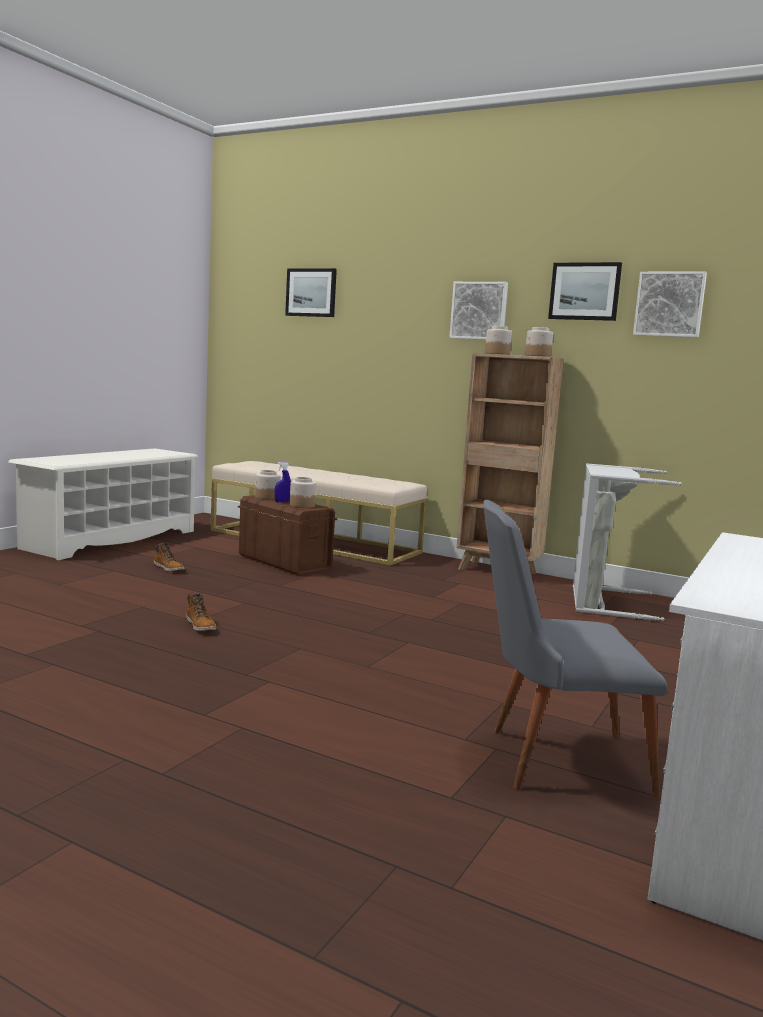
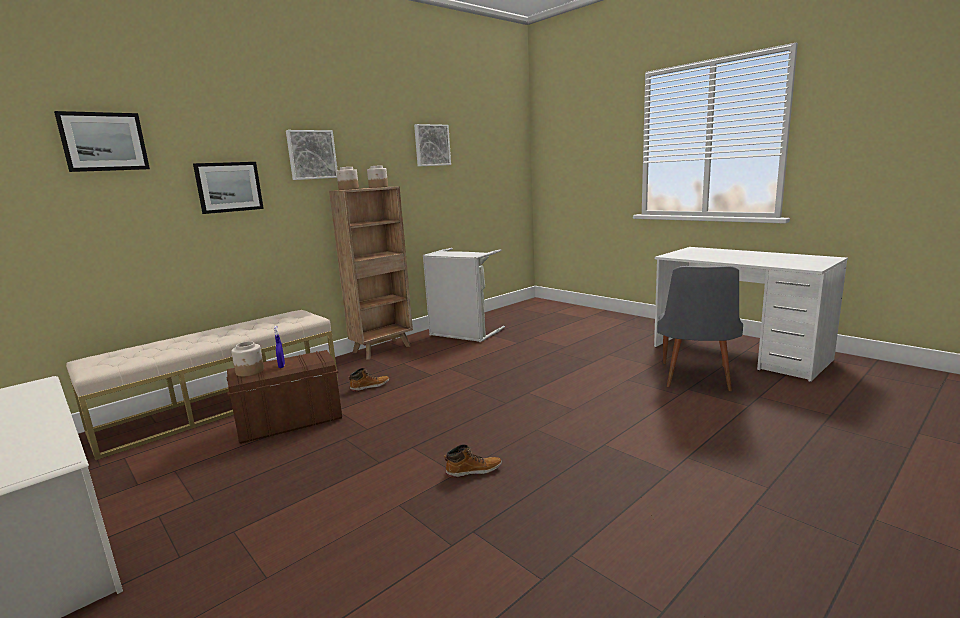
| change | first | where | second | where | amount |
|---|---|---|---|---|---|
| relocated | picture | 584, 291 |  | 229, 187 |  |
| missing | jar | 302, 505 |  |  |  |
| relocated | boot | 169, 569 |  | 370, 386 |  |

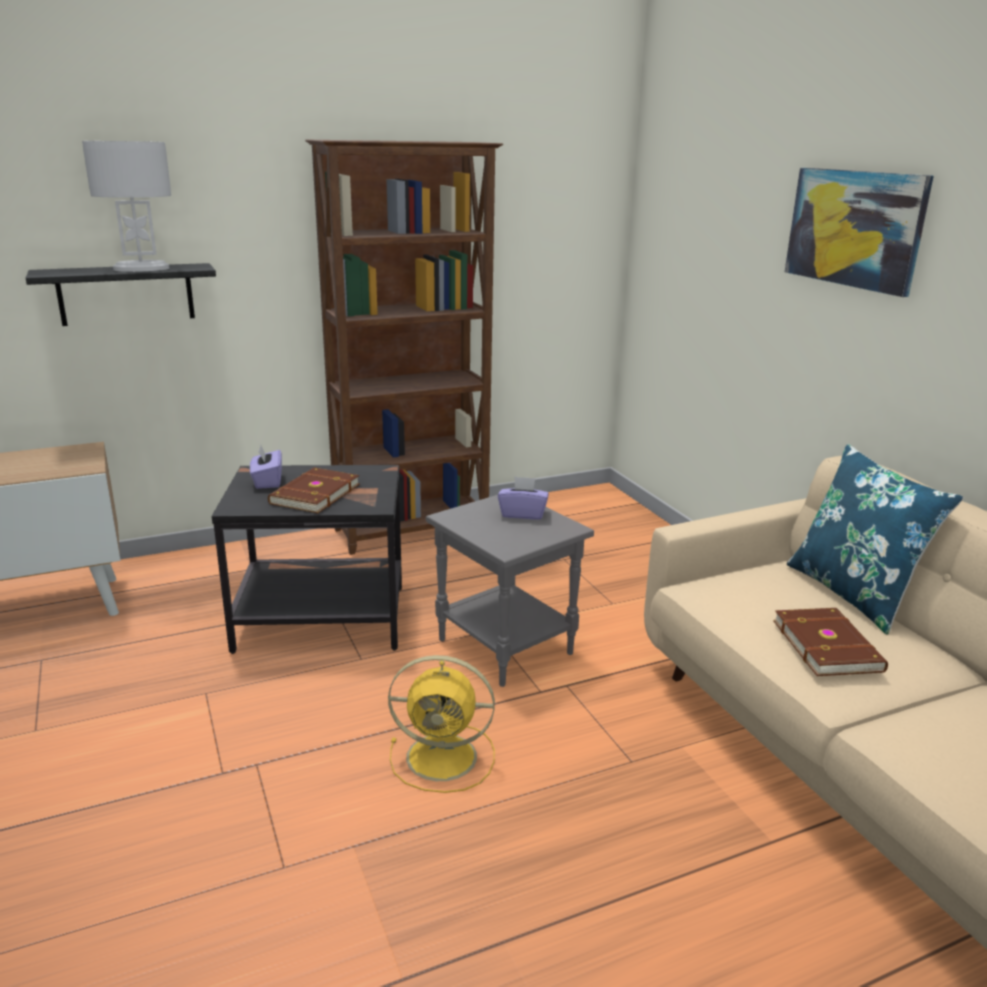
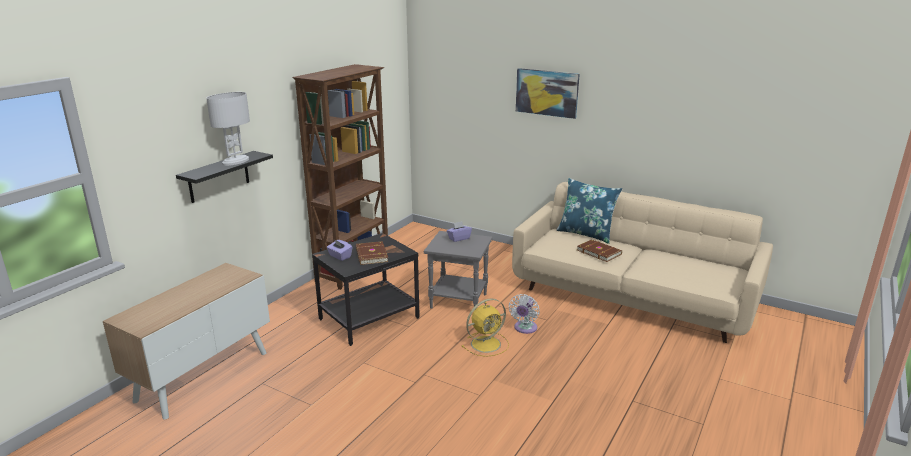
| change | first | where | second | where | amount |
|---|---|---|---|---|---|
| appeared |  |  | white_fan | 524, 328 |  |

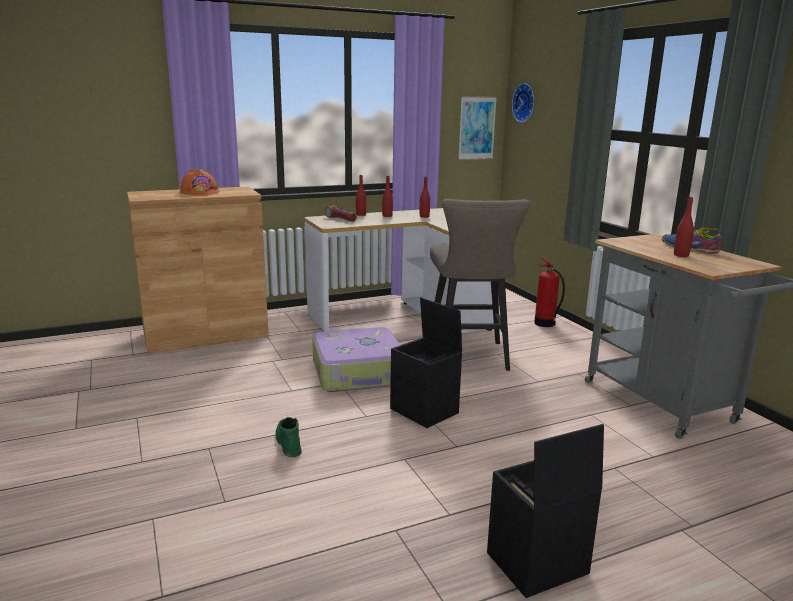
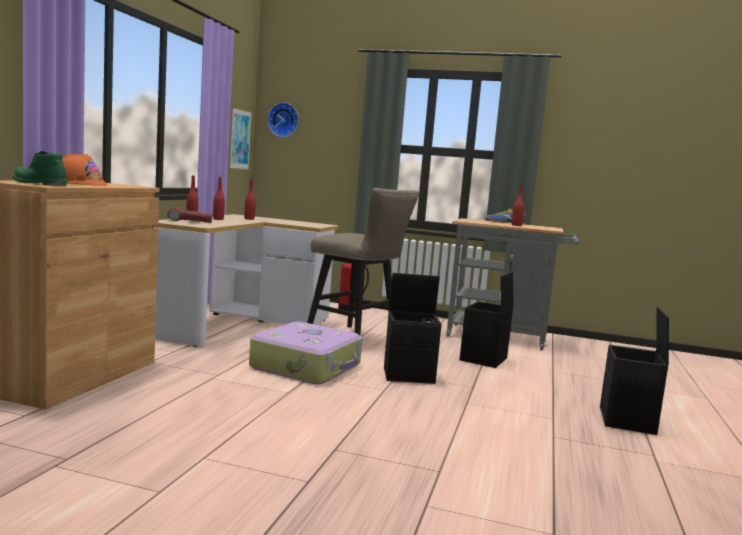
| change | first | where | second | where | amount |
|---|---|---|---|---|---|
| relocated | green_boot | 287, 442 |  | 38, 183 |  |
| appeared |  |  | black_storage_box | 484, 359 |  |

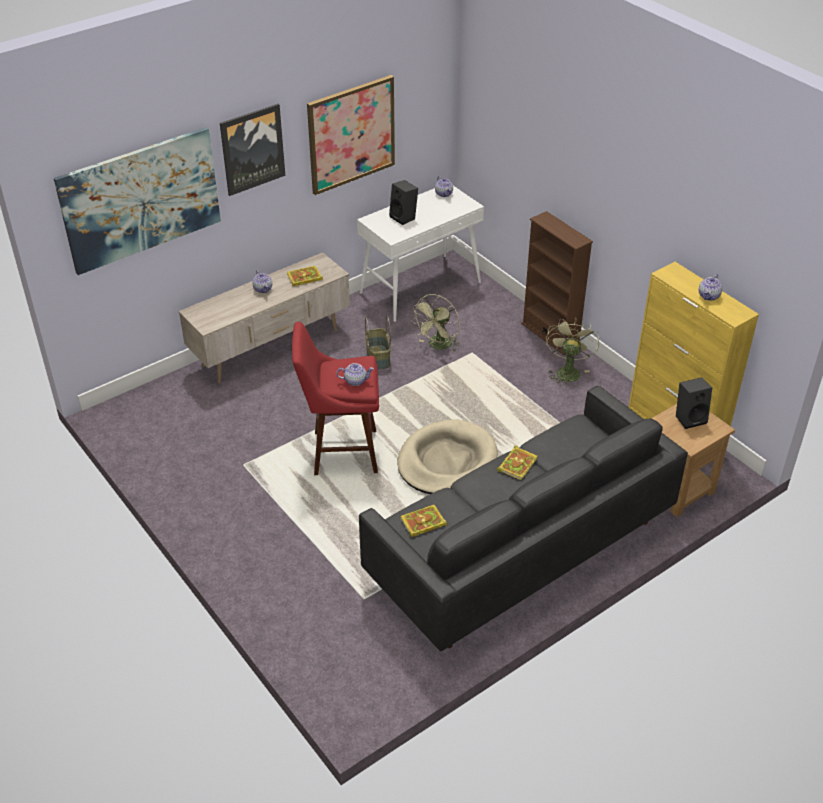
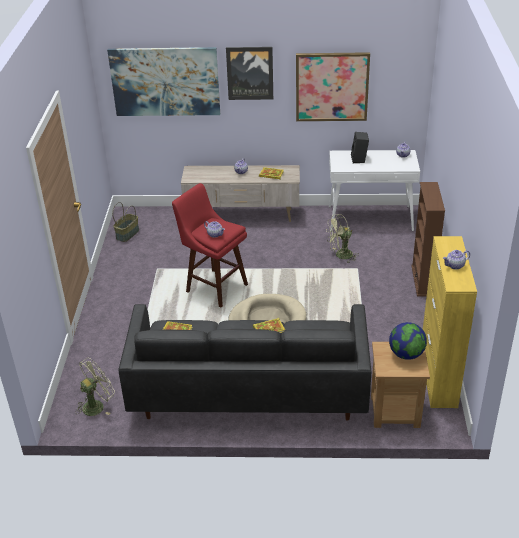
| change | first | where | second | where | amount |
|---|---|---|---|---|---|
| relocated | basket | 377, 357 |  | 127, 234 |  |
| relocated | green_fan | 567, 371 |  | 97, 405 |  |
| exchanged | black_speaker | 690, 418 | globe | 406, 354 |  |

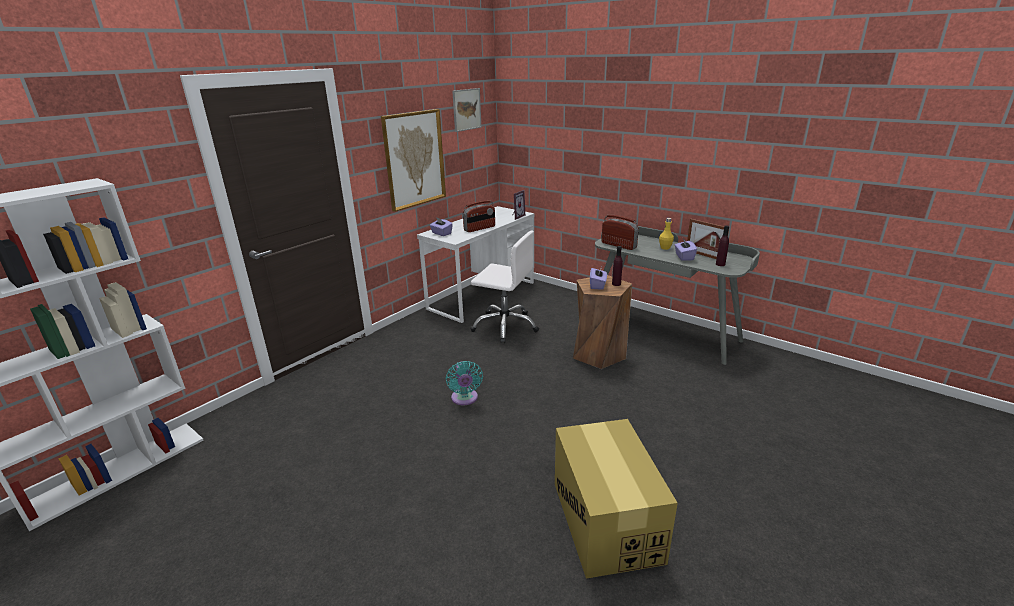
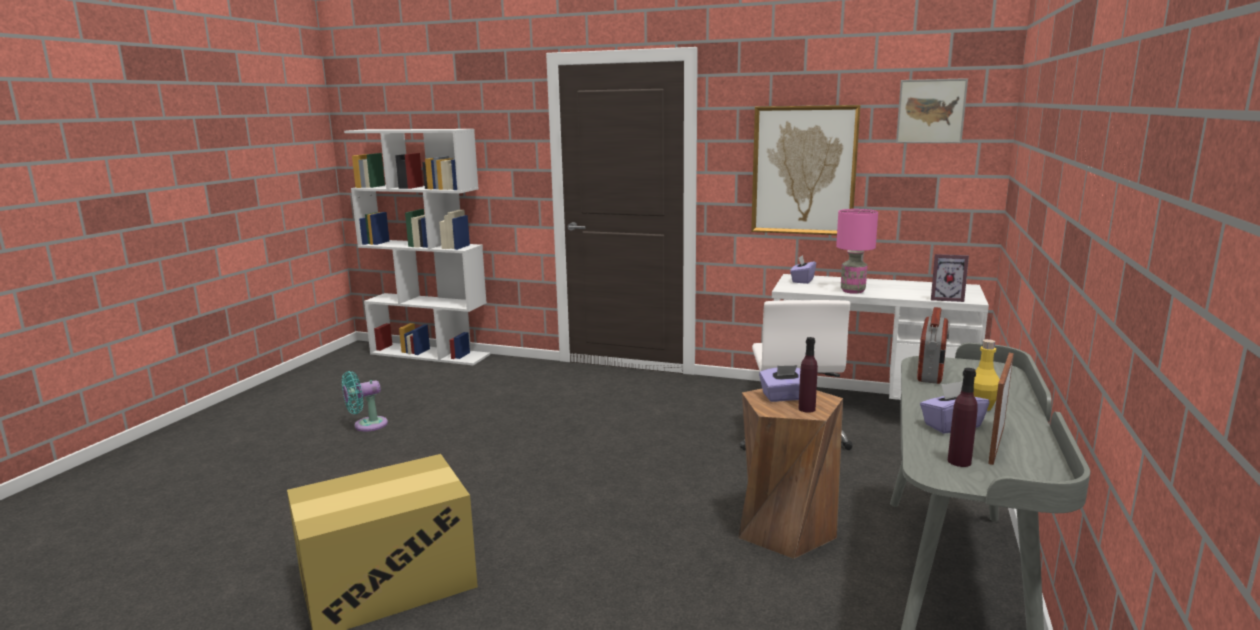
| change | first | where | second | where | amount |
|---|---|---|---|---|---|
| exchanged | radio | 480, 228 | pink_table_lamp | 853, 291 |  |
| relocated | turquoise_fan | 465, 399 |  | 367, 425 |  |

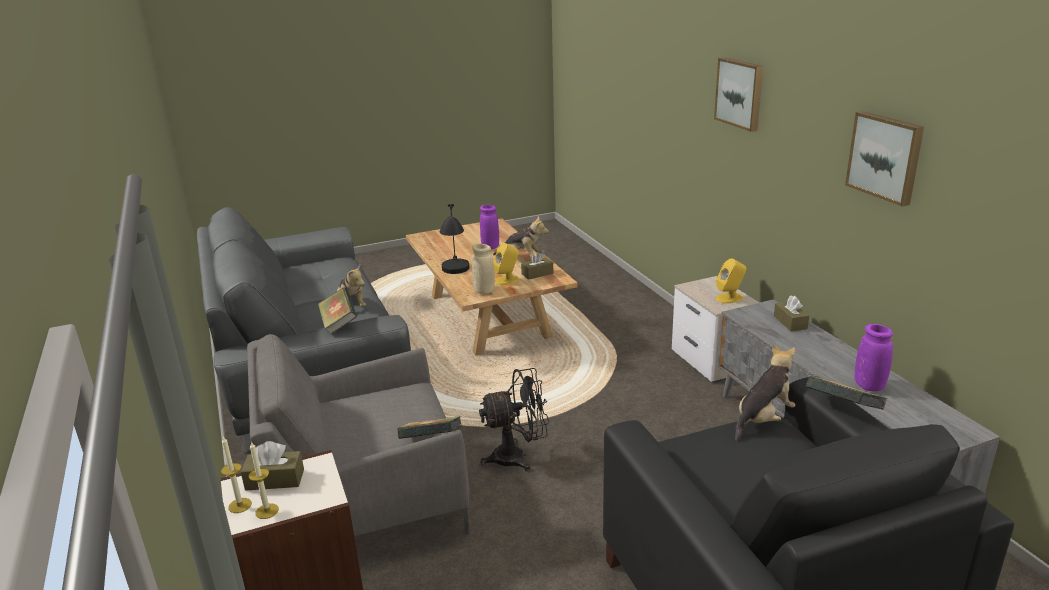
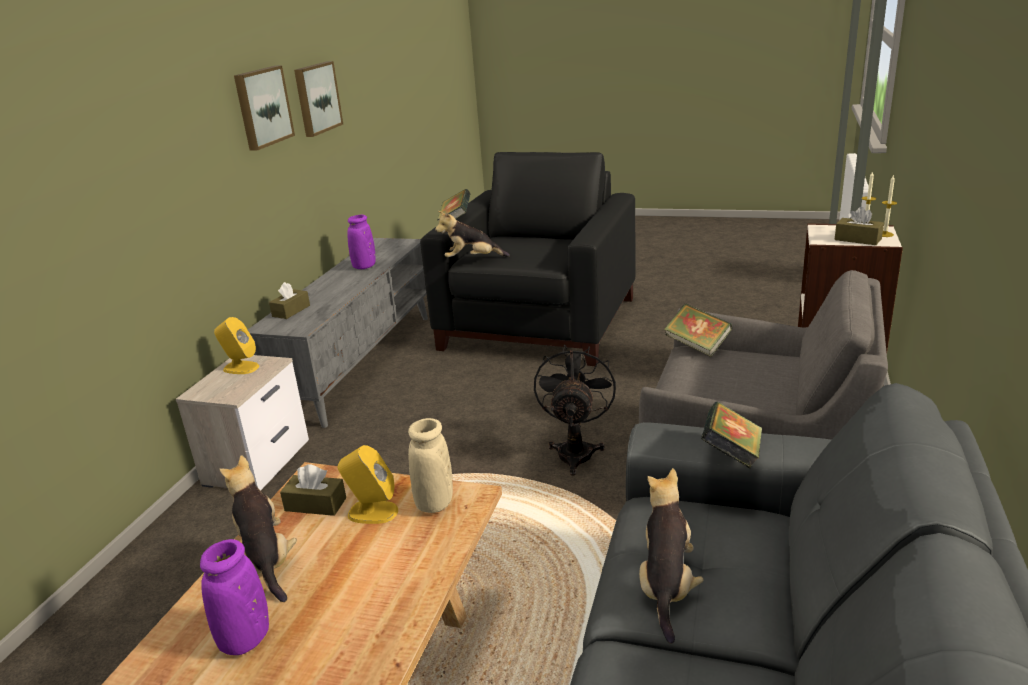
| change | first | where | second | where | amount |
|---|---|---|---|---|---|
| relocated | picture | 740, 93 |  | 316, 98 |  |
| missing | black_table_lamp | 456, 278 |  |  |  |
| spun | black_fan | 517, 457 |  | 576, 450 | 75 degrees clockwise |

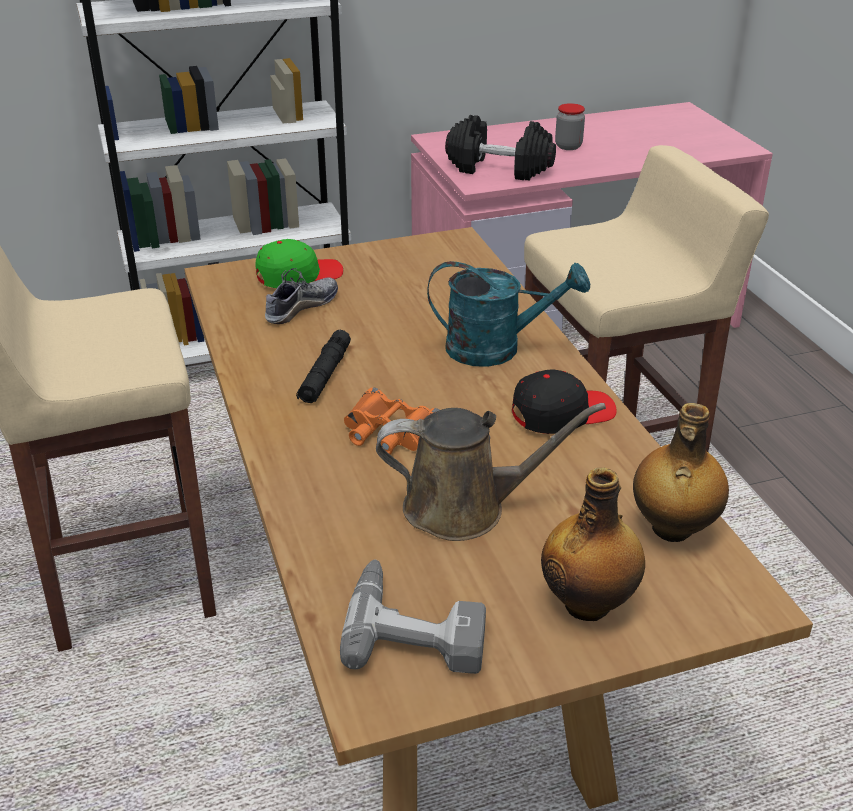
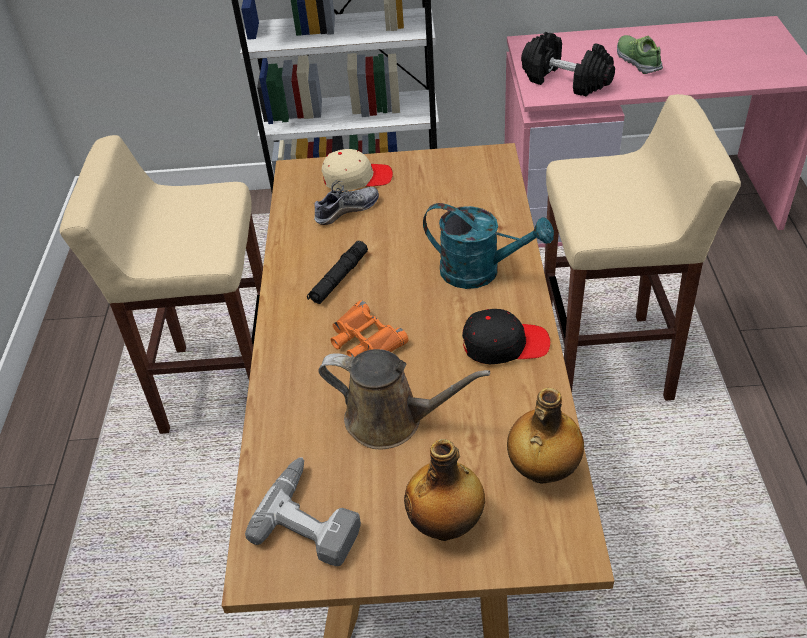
| change | first | where | second | where | amount |
|---|---|---|---|---|---|
| exchanged | jar | 568, 146 | shoe | 638, 60 |  |
| colour | green_cap | 298, 275 | beige_cap | 357, 178 |  |

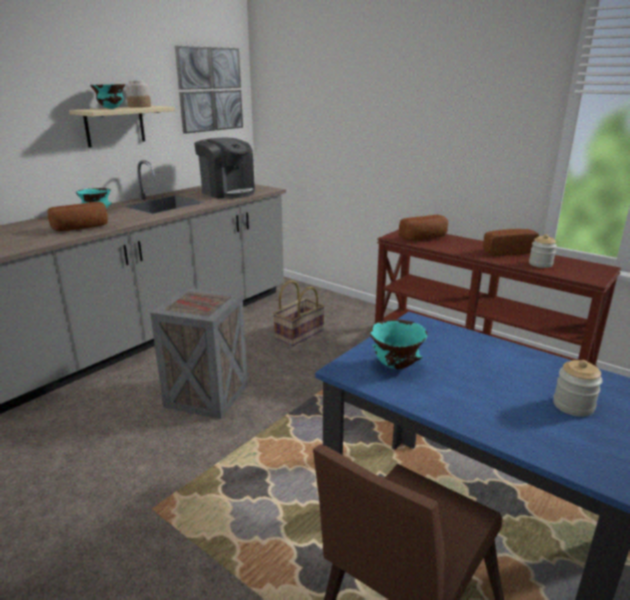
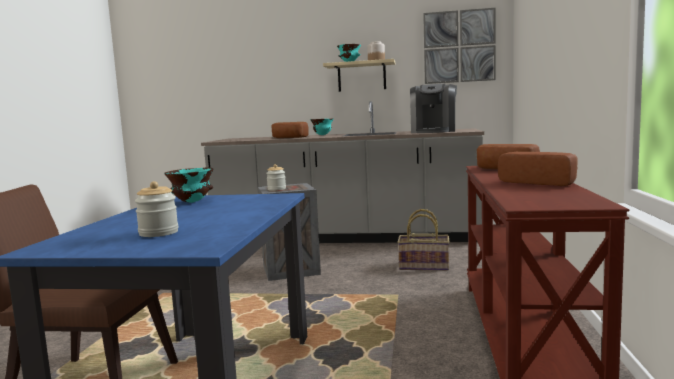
| change | first | where | second | where | amount |
|---|---|---|---|---|---|
| relocated | jar | 540, 264 |  | 276, 189 |  |

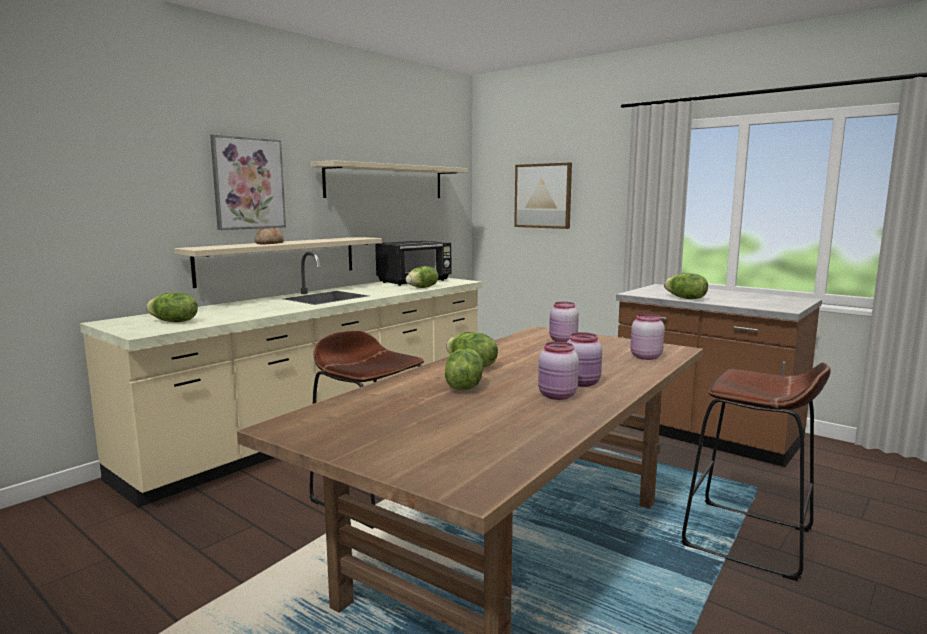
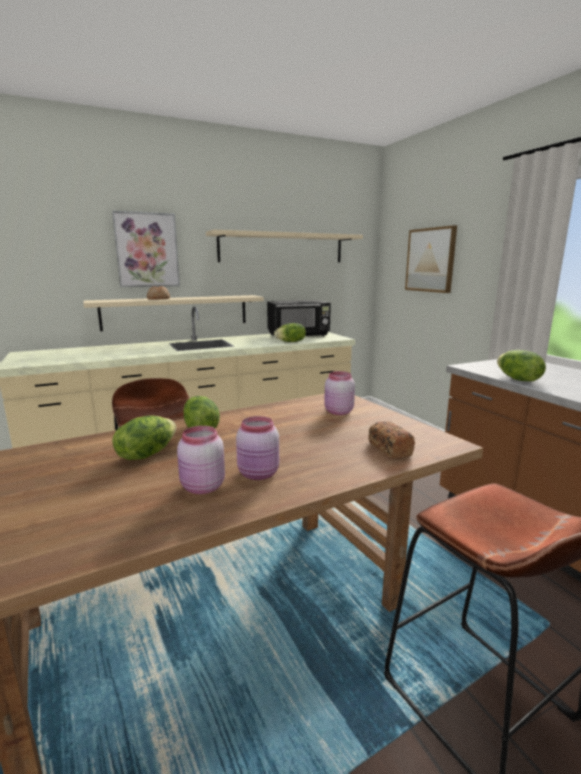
| change | first | where | second | where | amount |
|---|---|---|---|---|---|
| missing | lettuce | 173, 322 |  |  |  |
| exchanged | pink_jar | 645, 357 | bread | 389, 449 |  |

